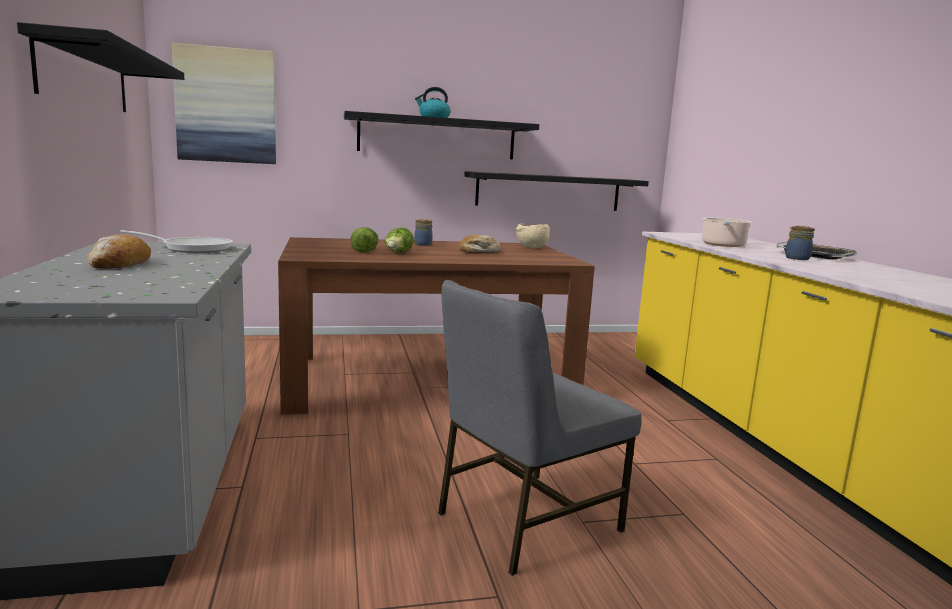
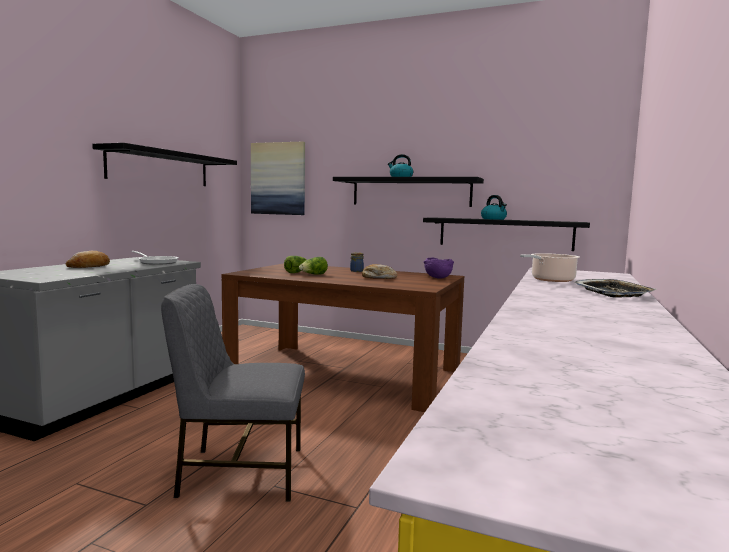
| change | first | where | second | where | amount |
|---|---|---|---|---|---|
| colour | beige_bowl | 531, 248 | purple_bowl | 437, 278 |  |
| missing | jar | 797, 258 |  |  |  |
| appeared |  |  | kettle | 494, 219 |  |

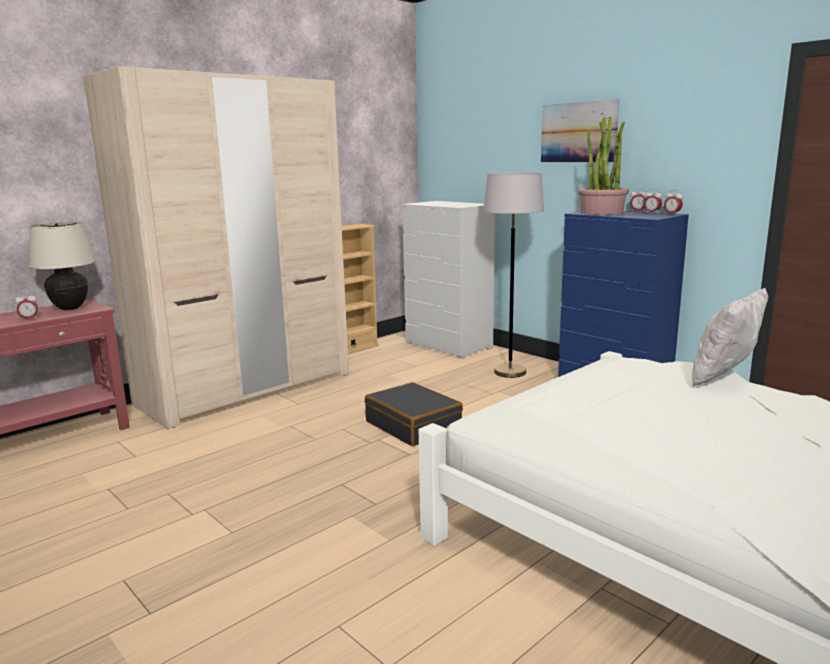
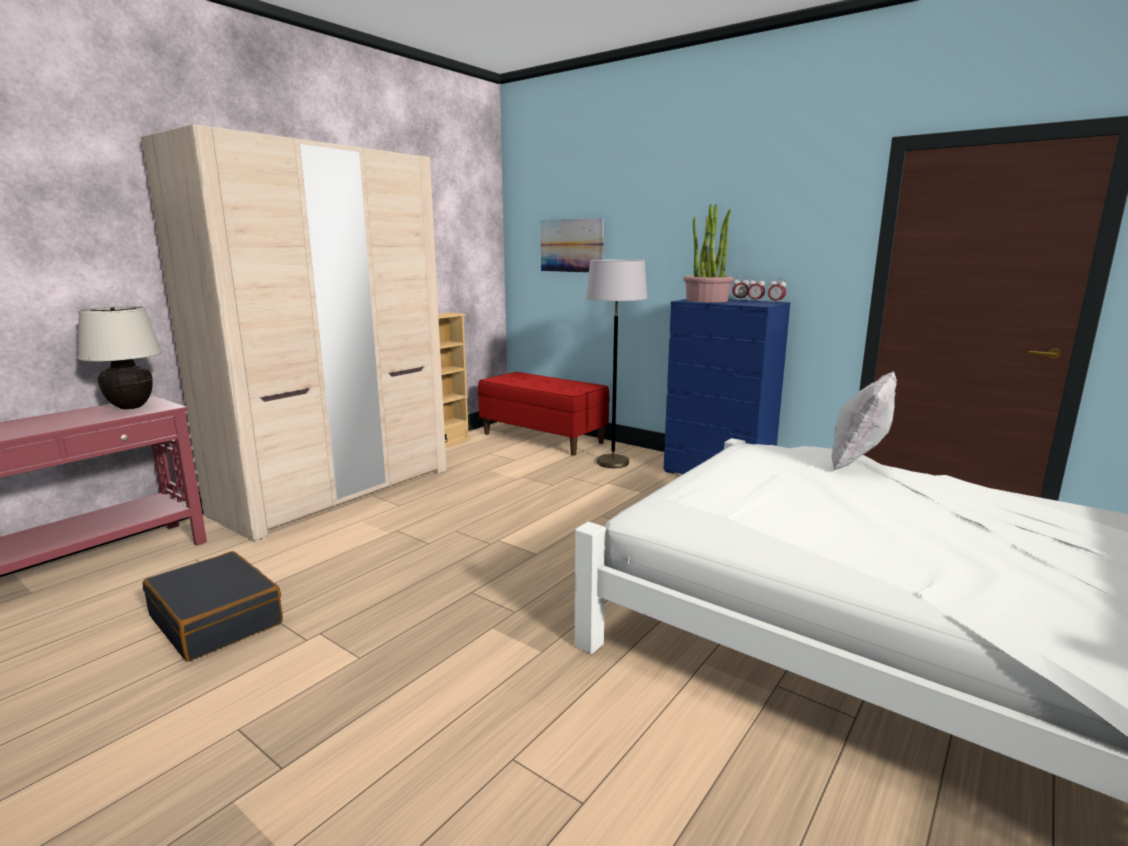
| change | first | where | second | where | amount |
|---|---|---|---|---|---|
| relocated | picture | 578, 132 |  | 571, 245 |  |
| exchanged | white_dresser | 448, 346 | red_bench | 543, 438 |  |
| missing | alarm_clock | 29, 319 |  |  |  |
| relocated | black_suitcase | 413, 426 |  | 217, 619 |  |

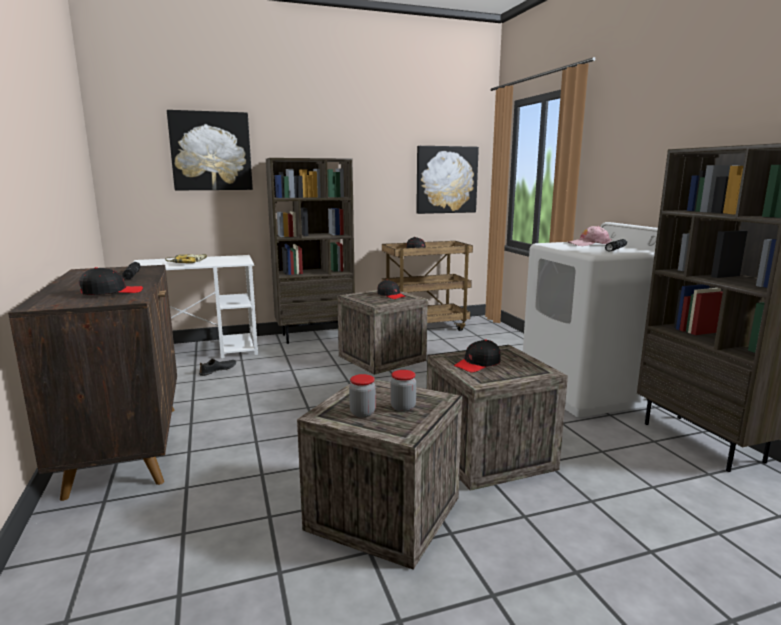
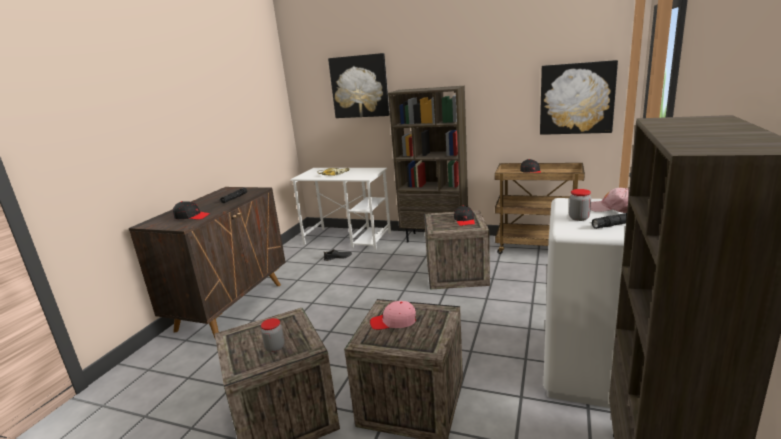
| change | first | where | second | where | amount |
|---|---|---|---|---|---|
| colour | black_cap | 478, 364 | pink_cap | 393, 322 |  |
| relocated | jar | 362, 413 |  | 579, 218 |  |

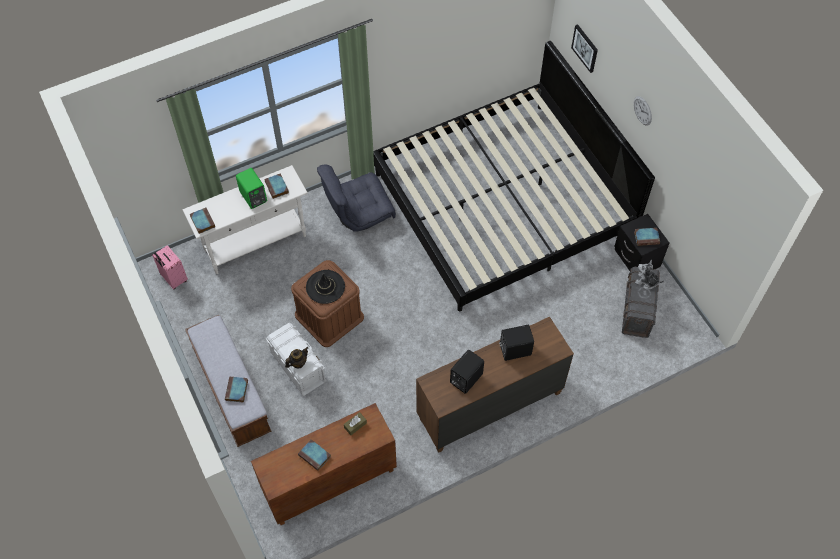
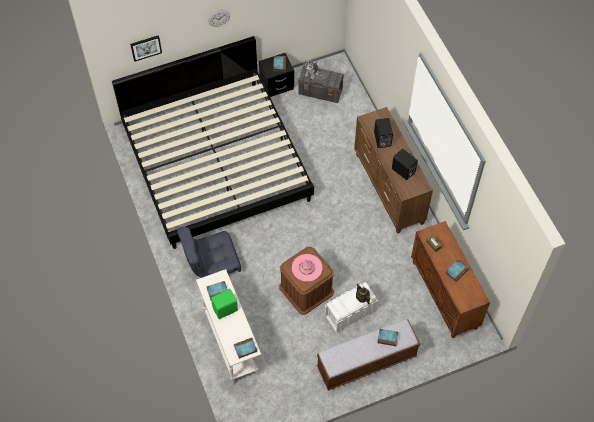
| change | first | where | second | where | amount |
|---|---|---|---|---|---|
| spun | grey_armchair | 358, 213 |  | 211, 264 | 90 degrees clockwise |
| missing | pink_suitcase | 173, 279 |  |  |  |
| colour | black_hat | 325, 287 | pink_hat | 307, 268 |  |

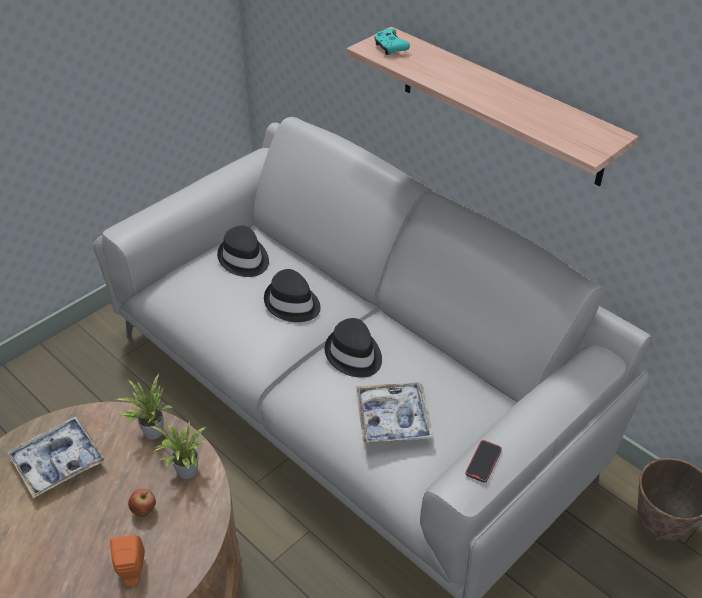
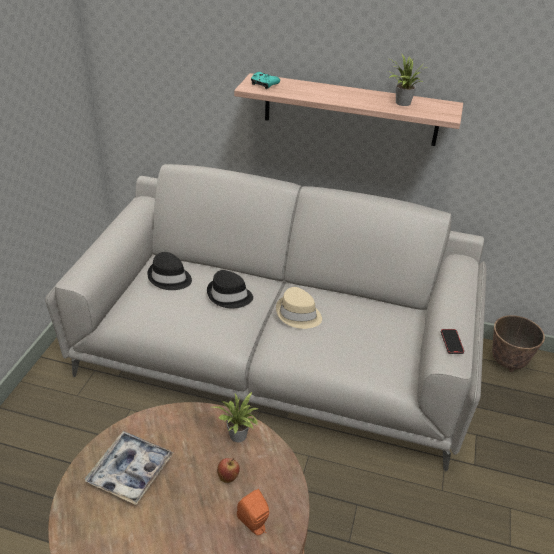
| change | first | where | second | where | amount |
|---|---|---|---|---|---|
| colour | black_hat | 353, 355 | beige_hat | 298, 314 |  |
| relocated | potted_plant | 151, 431 |  | 401, 103 |  |
| missing | tray | 393, 419 |  |  |  |

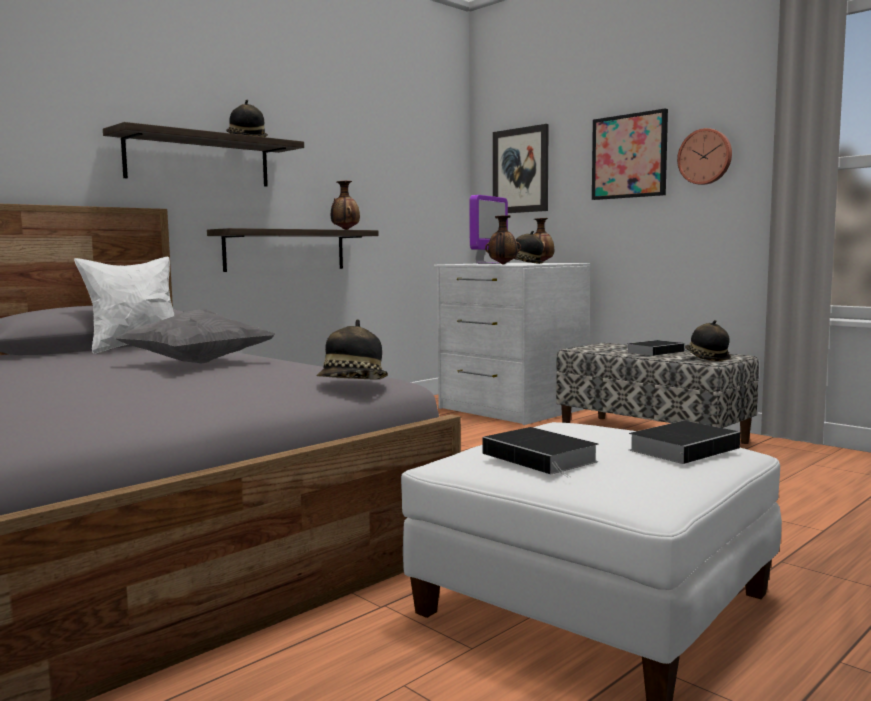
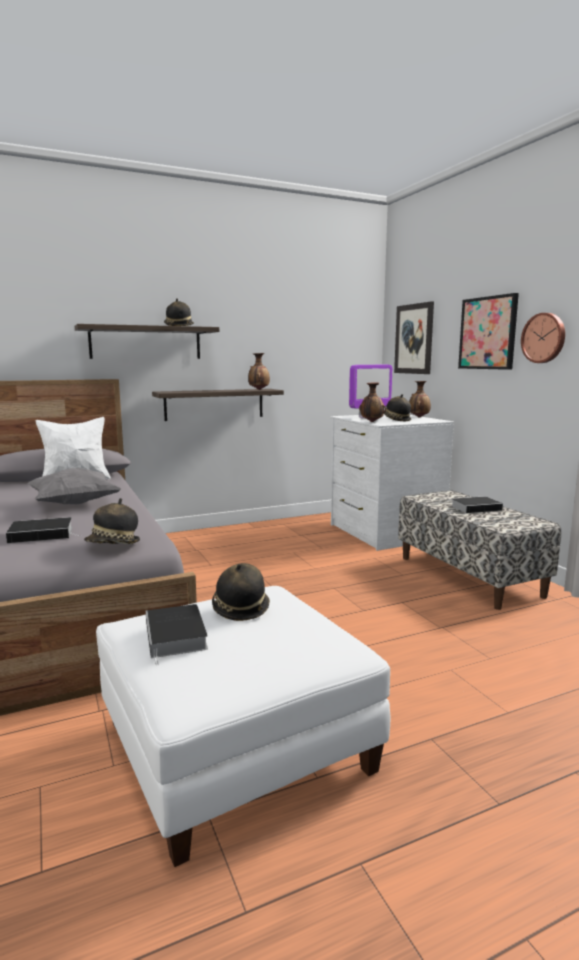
| change | first | where | second | where | amount |
|---|---|---|---|---|---|
| relocated | hat | 706, 358 |  | 240, 608 |  |
| relocated | book | 685, 448 |  | 43, 534 |  |

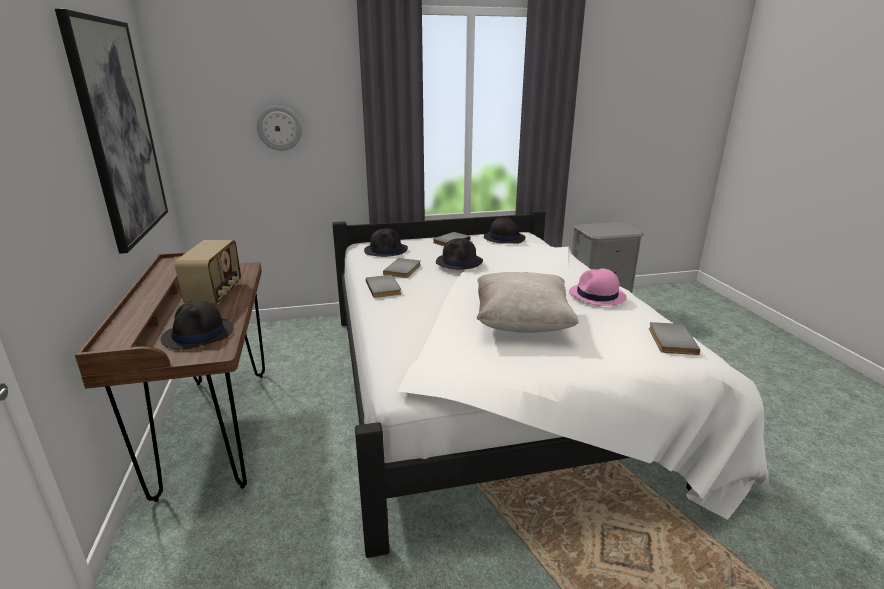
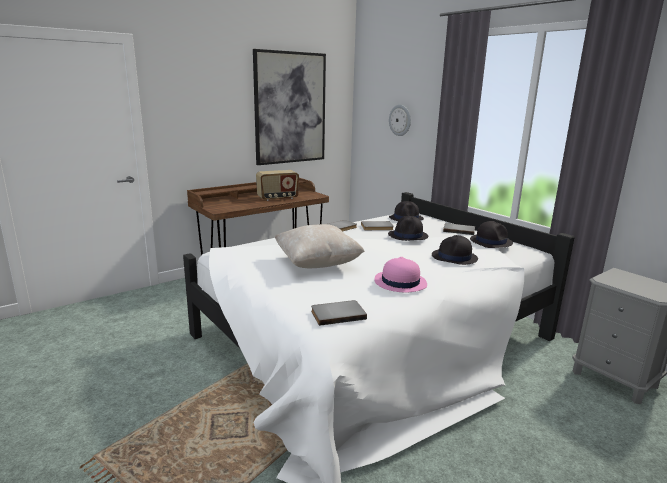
| change | first | where | second | where | amount |
|---|---|---|---|---|---|
| relocated | black_hat | 199, 334 |  | 454, 257 |  |

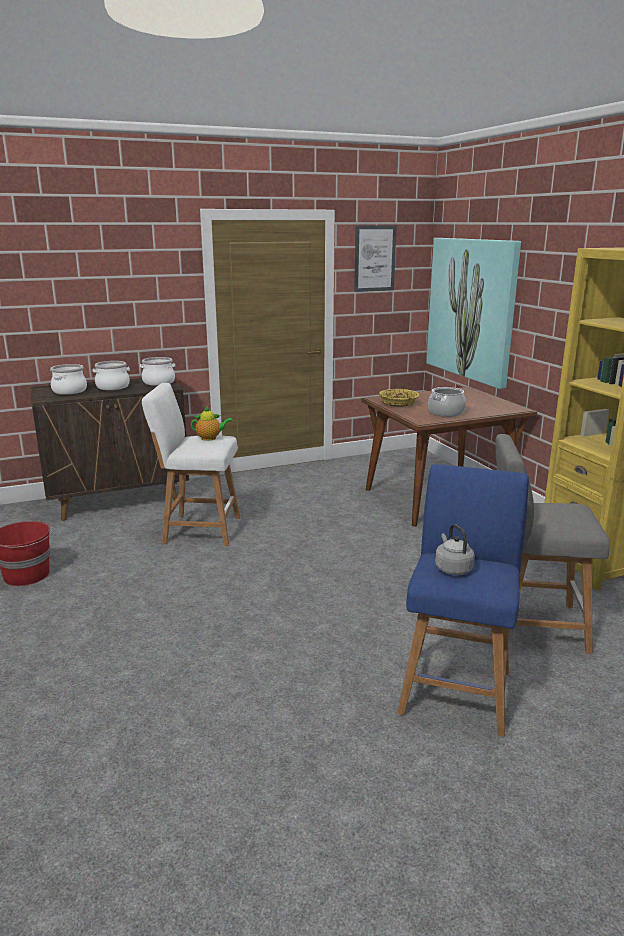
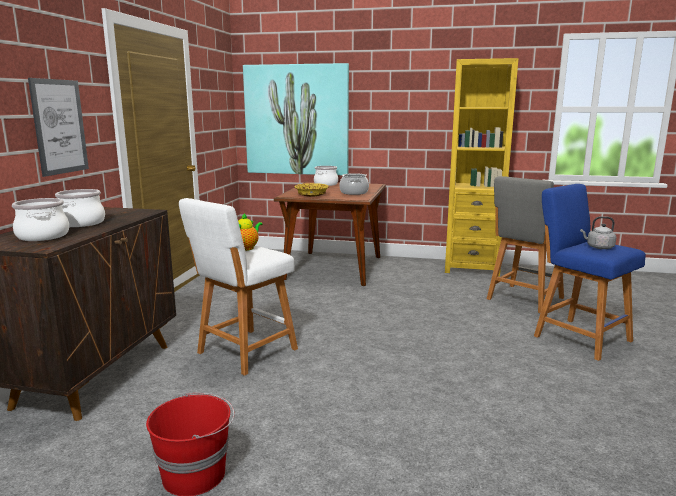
| change | first | where | second | where | amount |
|---|---|---|---|---|---|
| relocated | picture | 374, 258 |  | 59, 126 |  |
| relocated | cooking_pot | 159, 382 |  | 325, 184 |  |

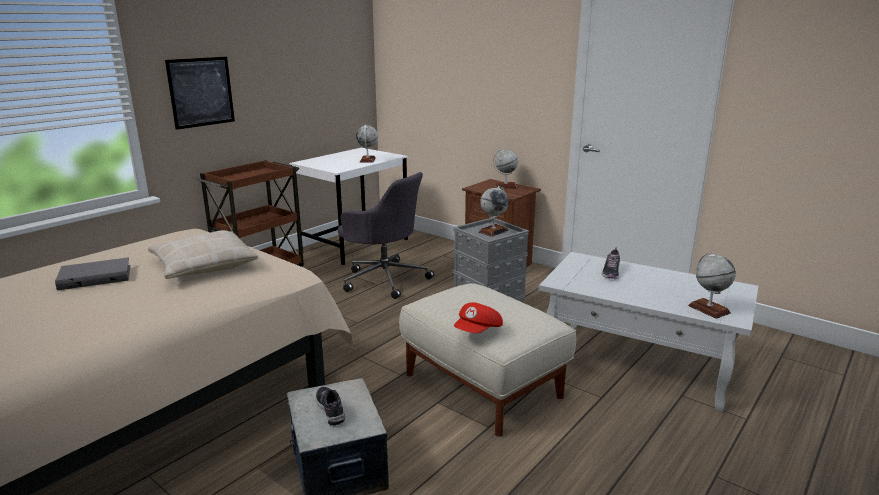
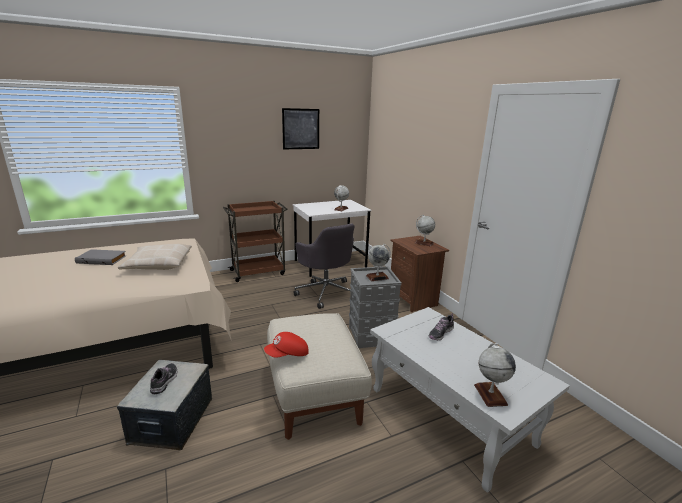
| change | first | where | second | where | amount |
|---|---|---|---|---|---|
| relocated | picture | 201, 92 |  | 301, 129 |  |

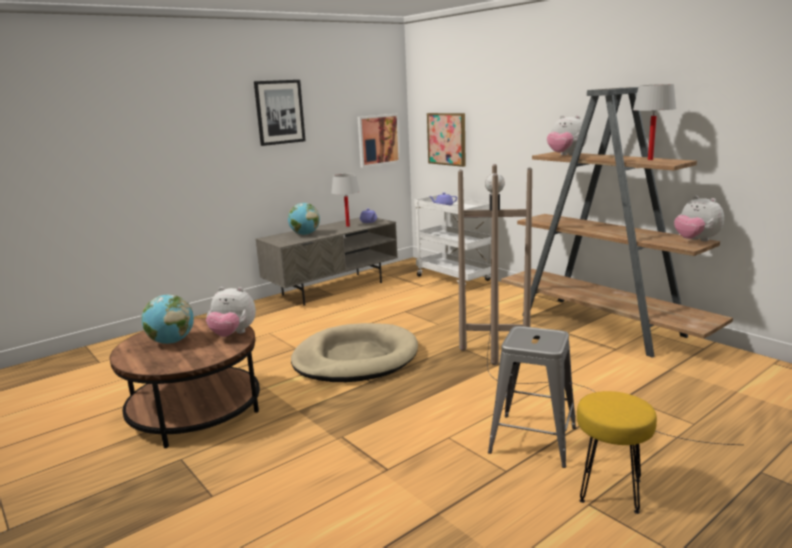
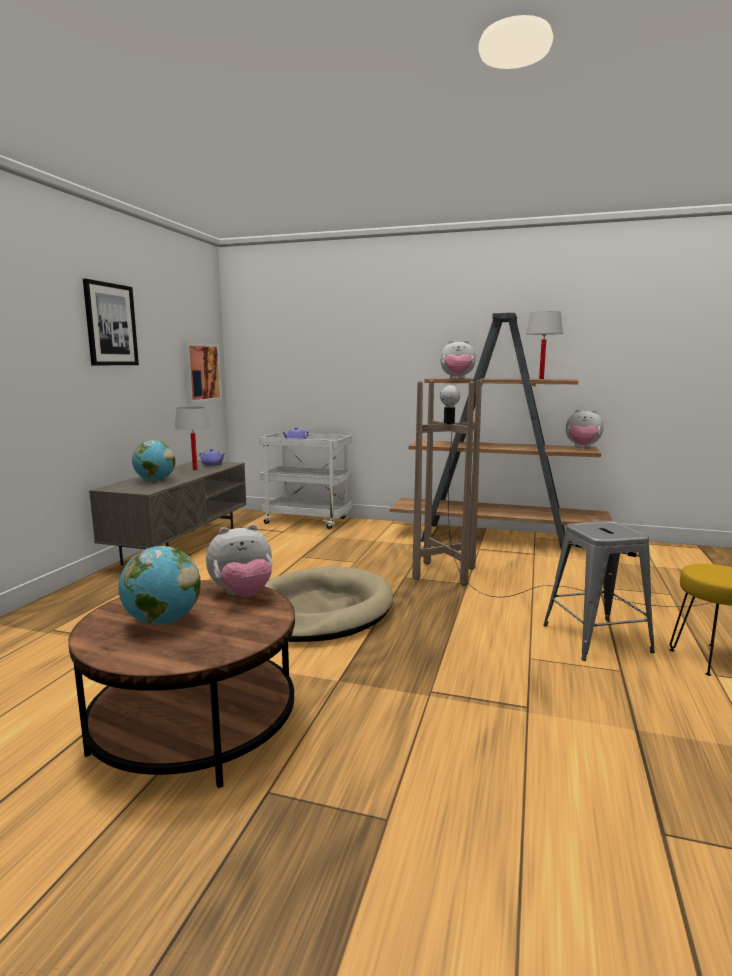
| change | first | where | second | where | amount |
|---|---|---|---|---|---|
| missing | picture | 447, 139 |  |  |  |

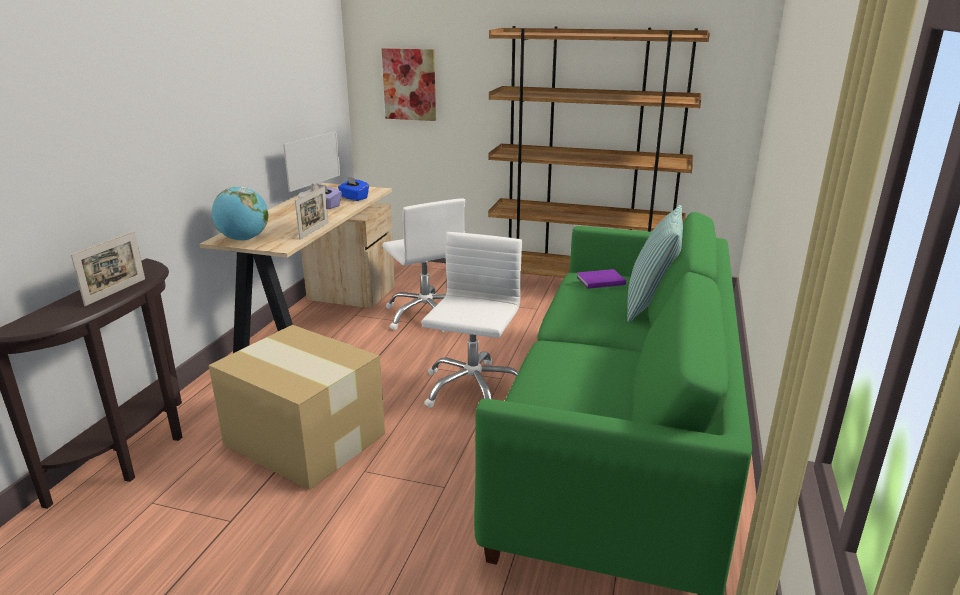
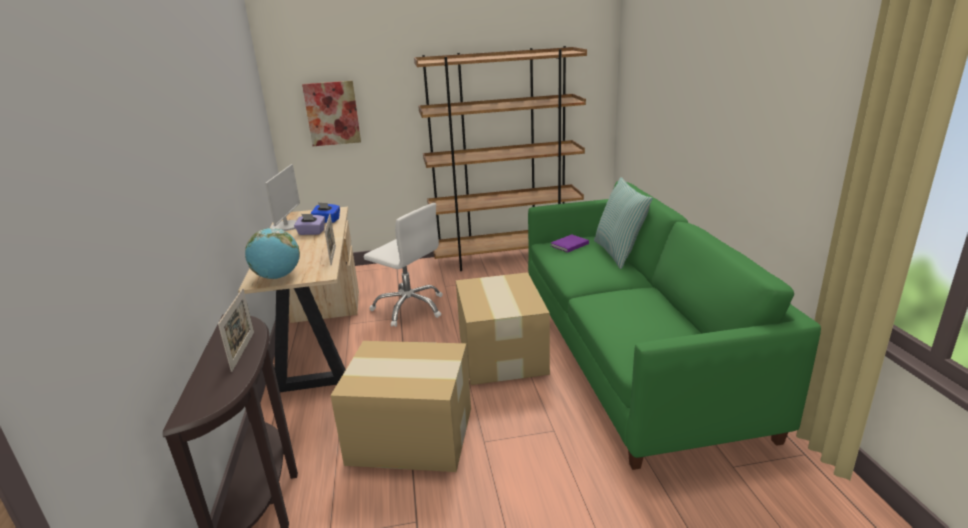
| change | first | where | second | where | amount |
|---|---|---|---|---|---|
| exchanged | white_office_chair | 472, 389 | cardboard_box | 502, 353 |  |

